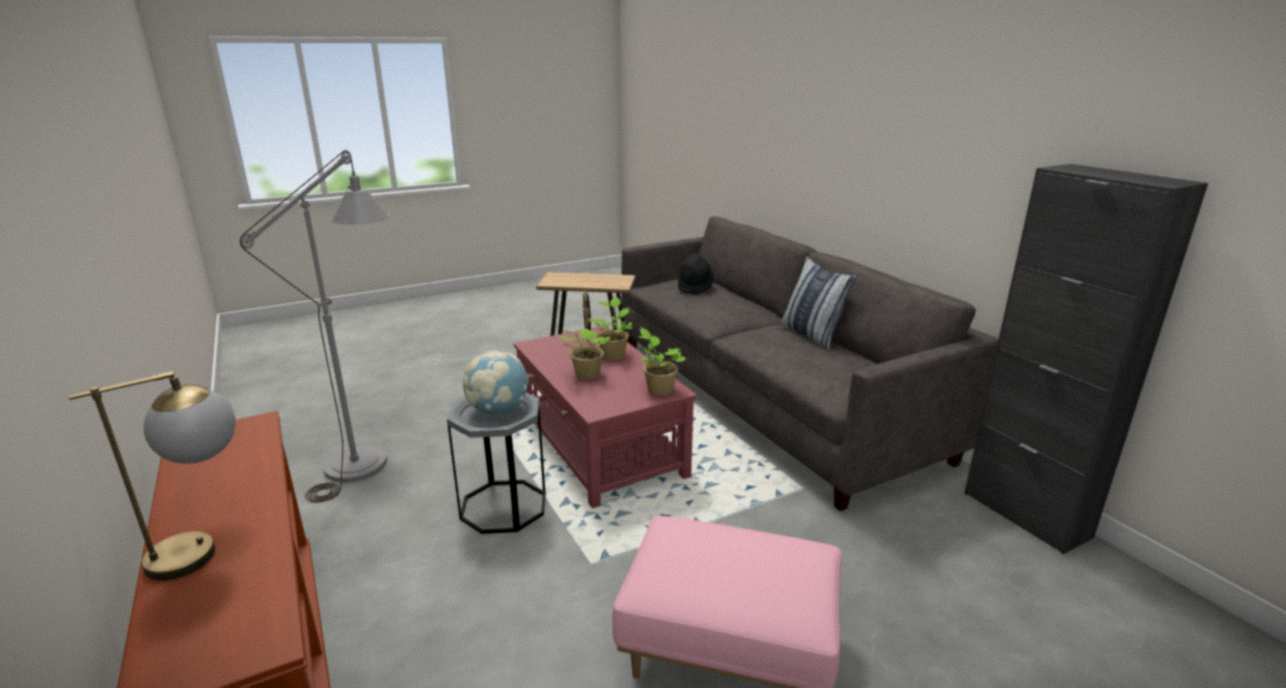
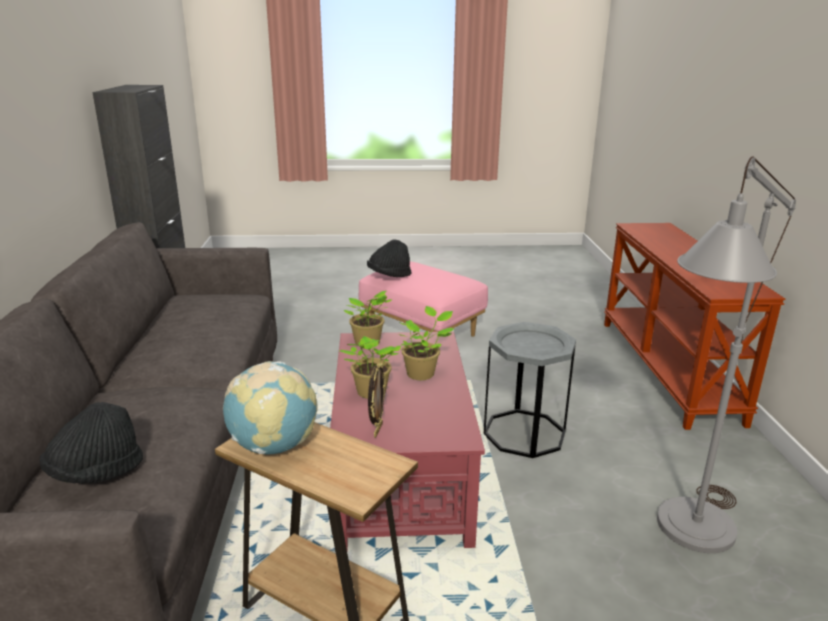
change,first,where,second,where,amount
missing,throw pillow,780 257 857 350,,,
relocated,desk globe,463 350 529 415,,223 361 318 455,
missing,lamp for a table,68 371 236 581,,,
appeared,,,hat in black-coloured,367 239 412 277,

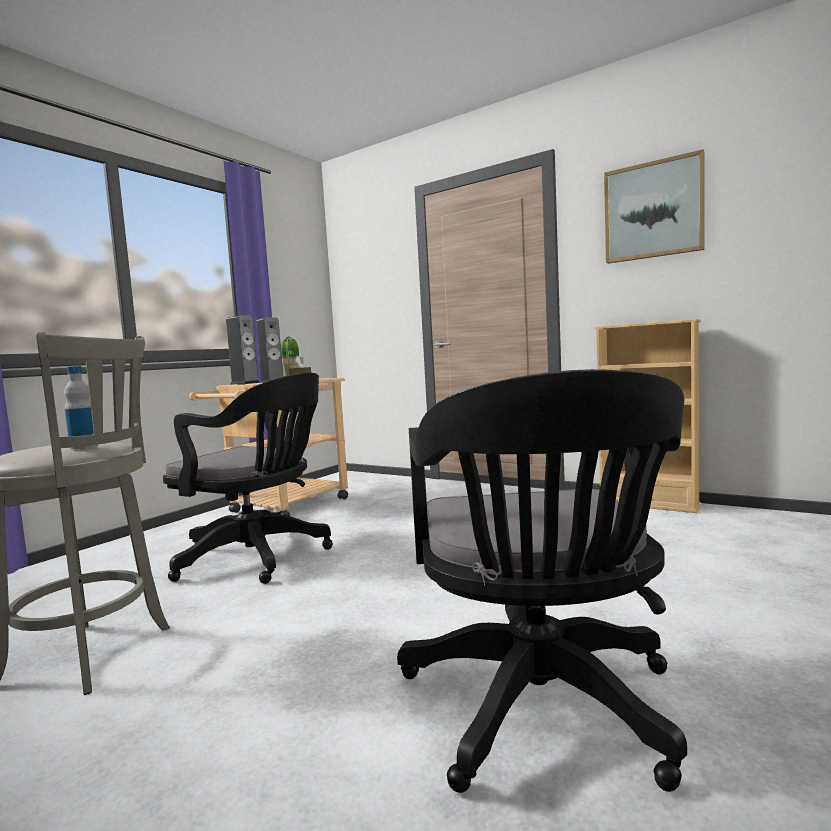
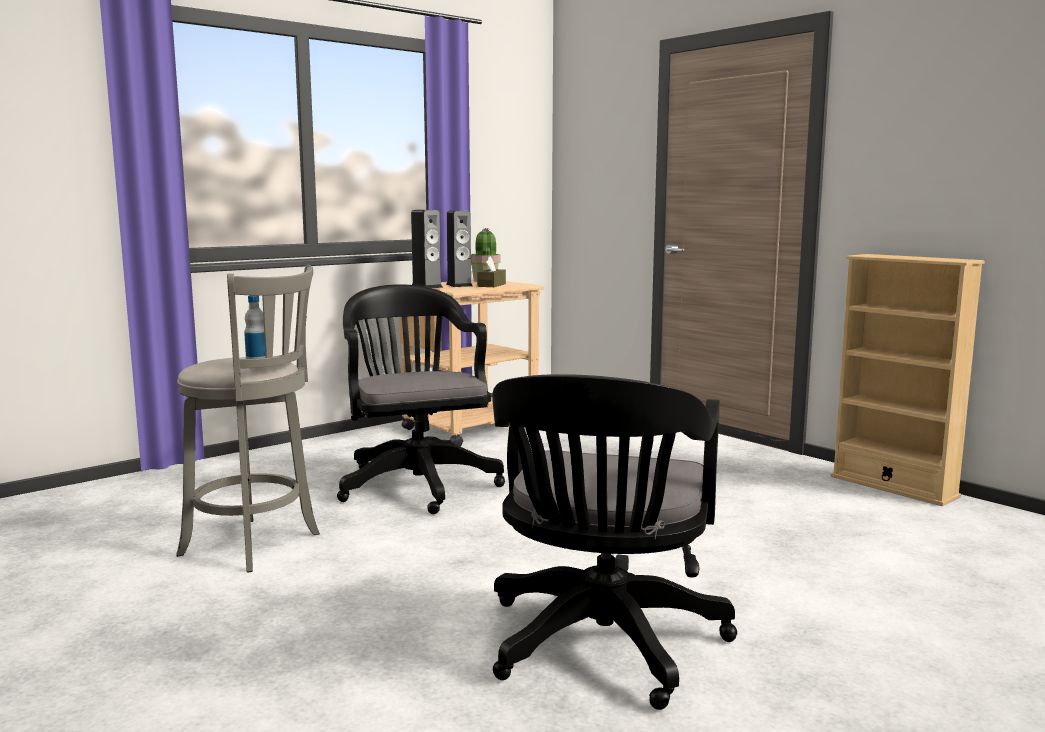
change,first,where,second,where,amount
missing,wall art,604 149 705 264,,,
spun,desk chair in black-coloured,163 373 333 584,,337 284 505 514,150 degrees counterclockwise

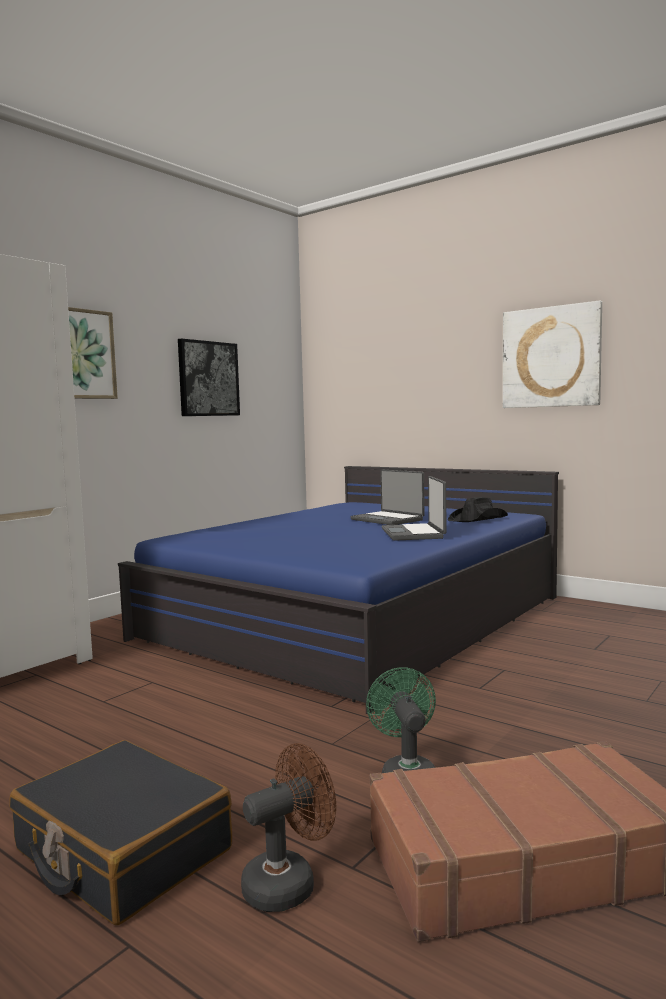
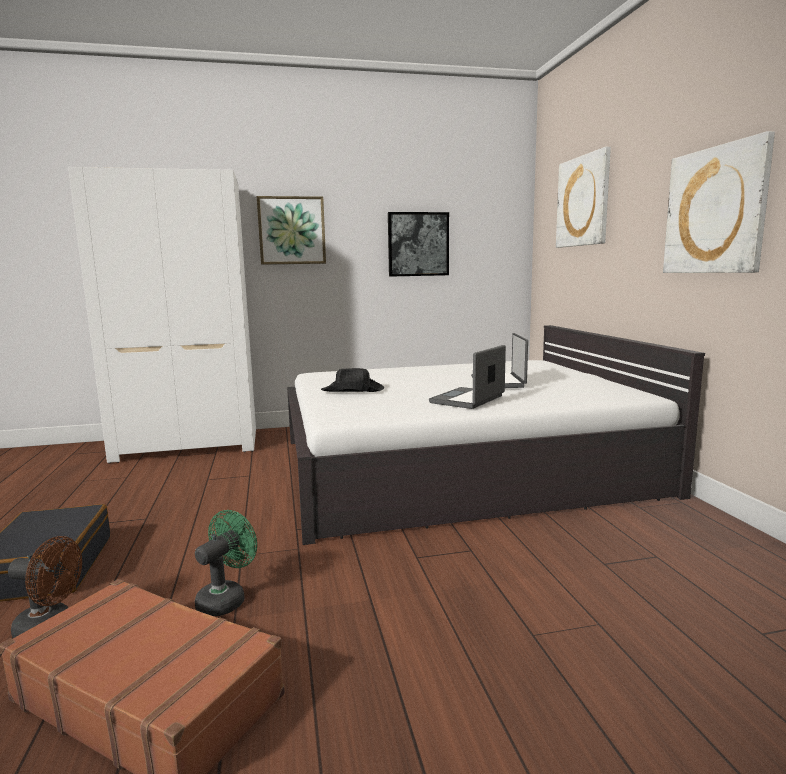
change,first,where,second,where,amount
colour,bed in blue,118 466 559 714,bed in white-coloured,287 325 705 545,
relocated,hat in black-coloured,448 497 508 522,,321 368 384 392,
appeared,,,wall art,556 147 611 248,

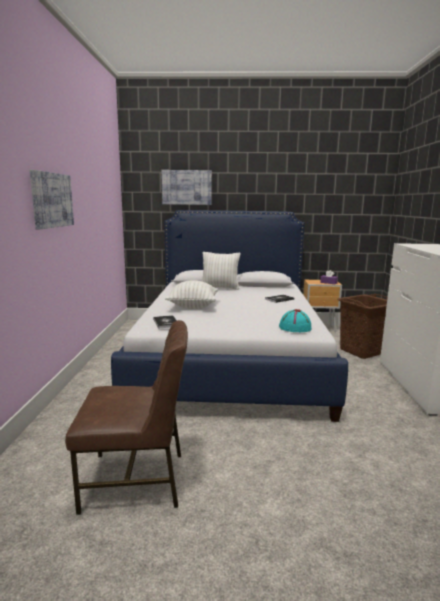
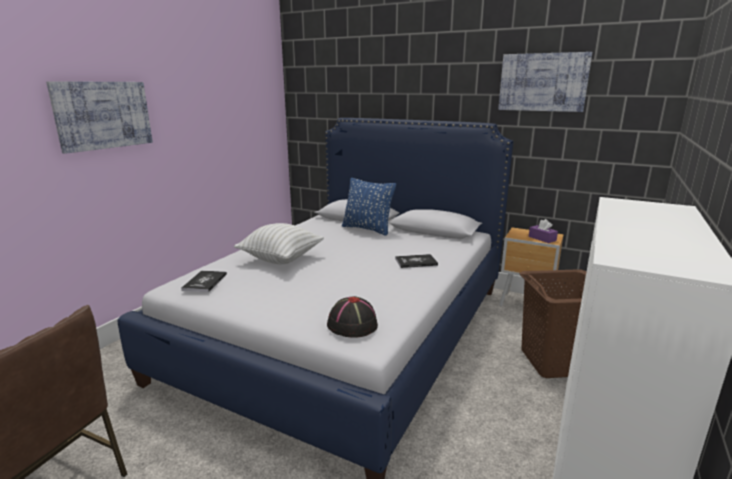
change,first,where,second,where,amount
relocated,wall art,161 170 212 205,,498 52 592 112,
colour,throw pillow in white-coloured,202 252 240 290,throw pillow in blue,342 178 396 236,
colour,hat in turquoise-coloured,279 309 312 332,hat in black-coloured,327 296 378 338,

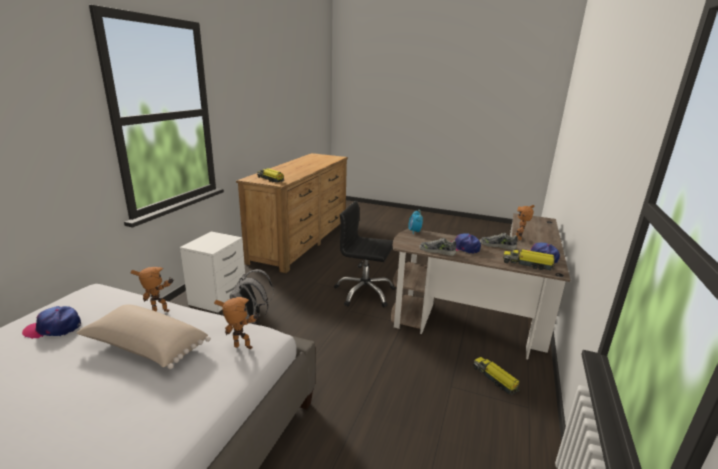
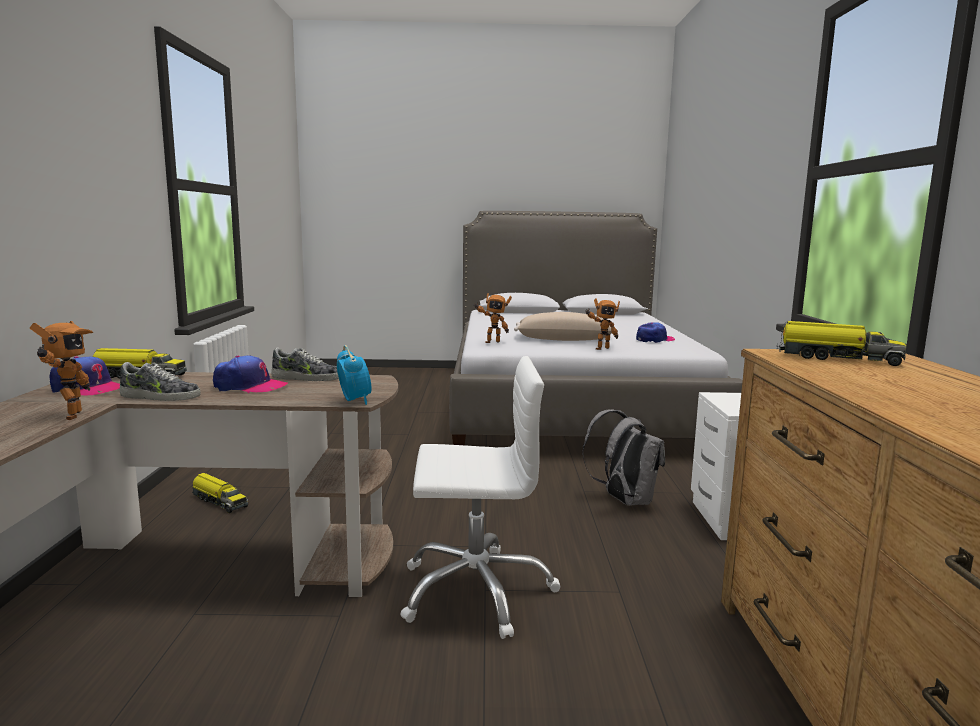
change,first,where,second,where,amount
colour,desk chair in black-coloured,334 201 396 307,desk chair in white-coloured,401 356 561 639,

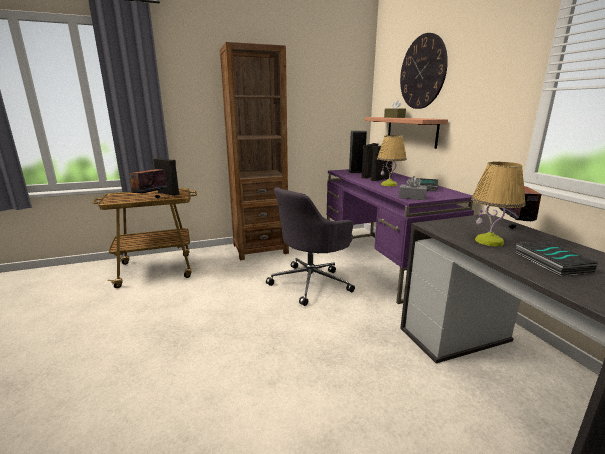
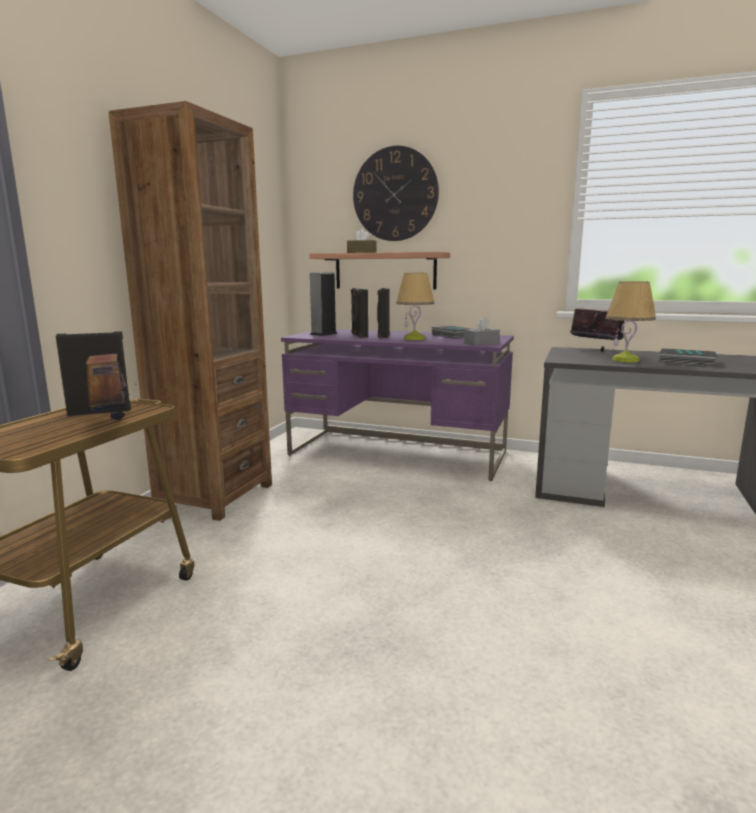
change,first,where,second,where,amount
missing,desk chair in greyish,266 187 355 306,,,

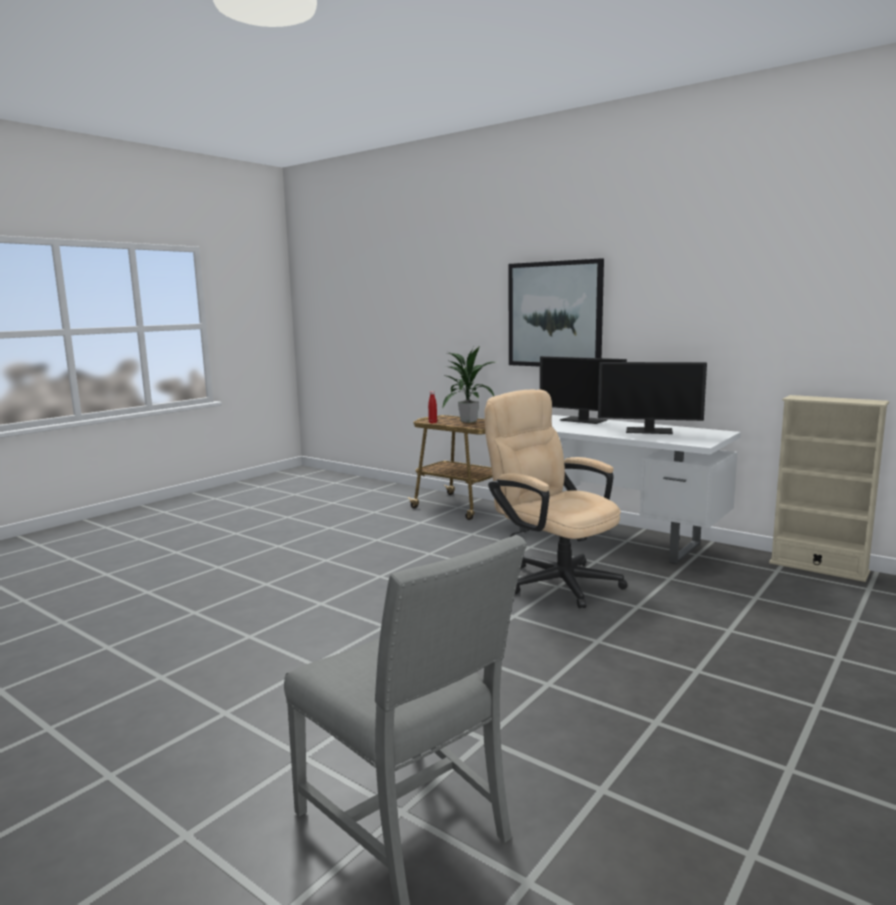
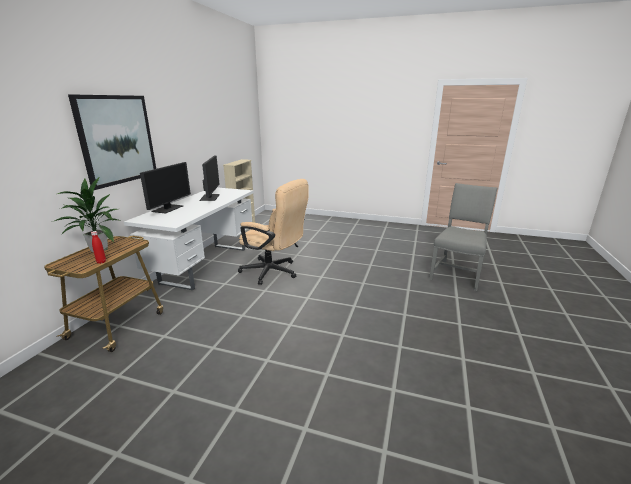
change,first,where,second,where,amount
spun,desk chair in sand-coloured,485 389 627 608,,238 179 309 285,90 degrees counterclockwise

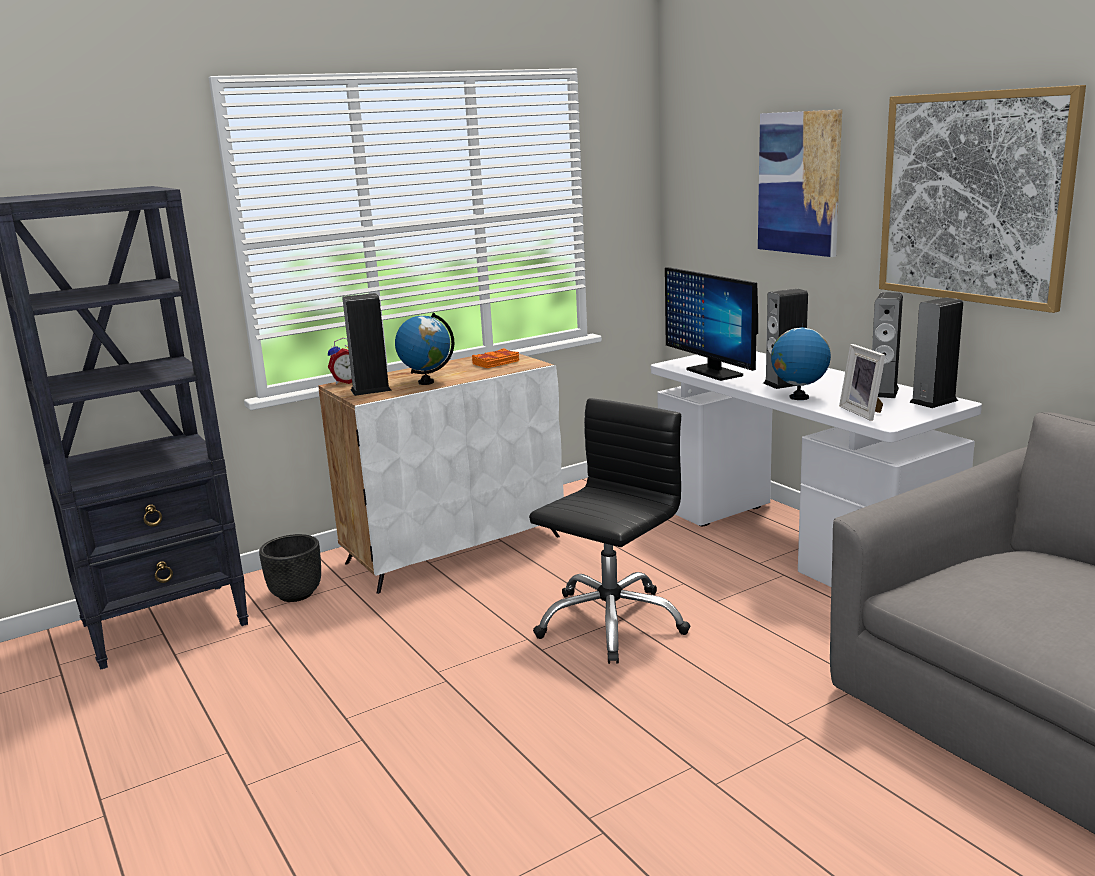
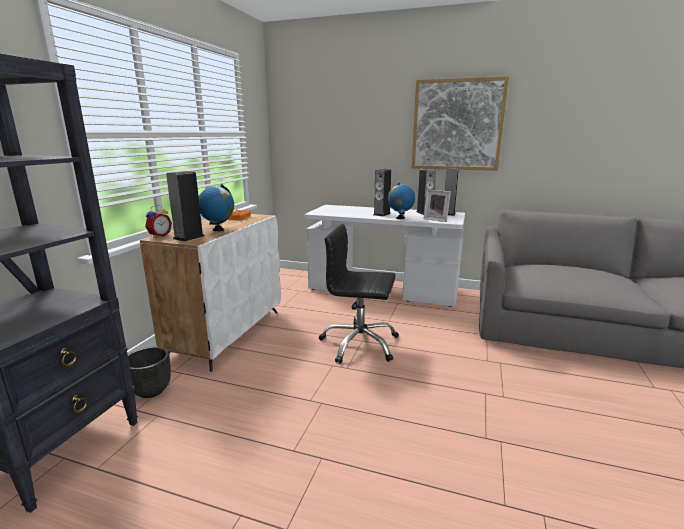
change,first,where,second,where,amount
missing,wall art,758 109 842 257,,,
missing,computer screen,665 267 758 381,,,
spun,desk chair in black-coloured,529 398 690 664,,319 224 399 364,75 degrees counterclockwise

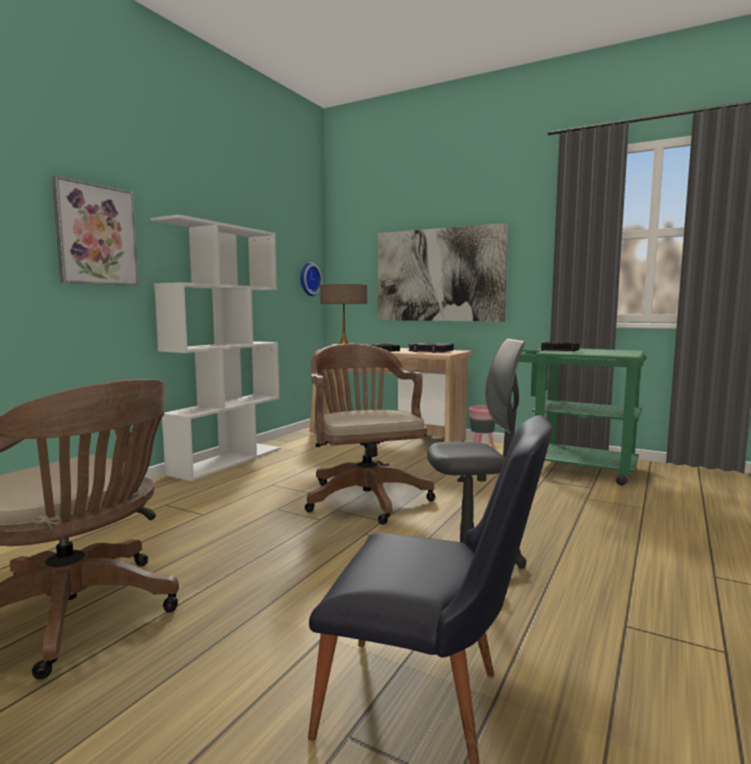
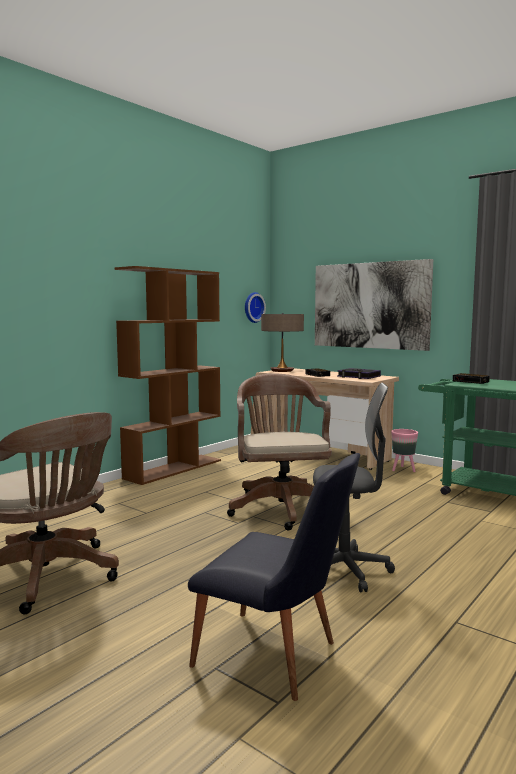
change,first,where,second,where,amount
missing,wall art,52 176 138 286,,,
colour,bookshelf in white-coloured,151 215 281 481,bookshelf in brown-coloured,114 266 221 485,

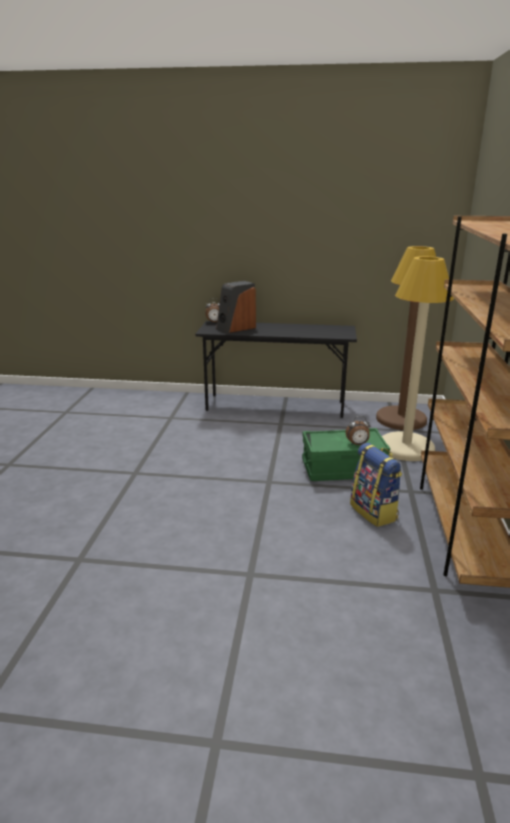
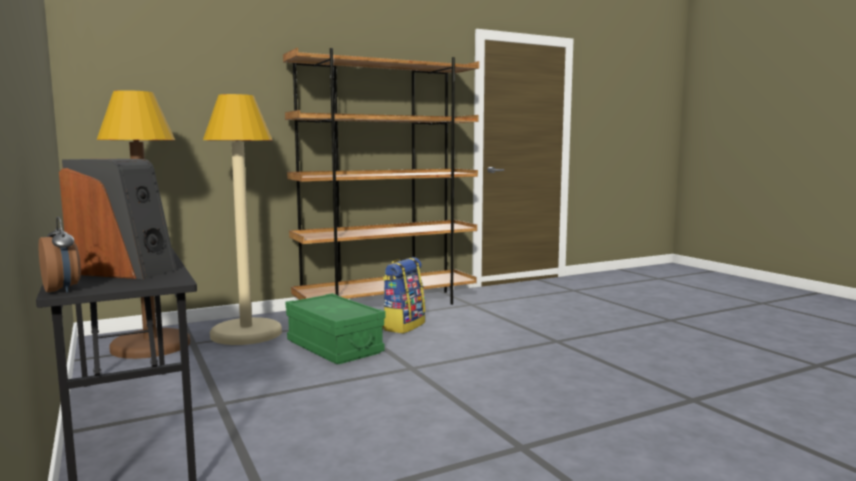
change,first,where,second,where,amount
missing,table clock,346 416 370 445,,,

